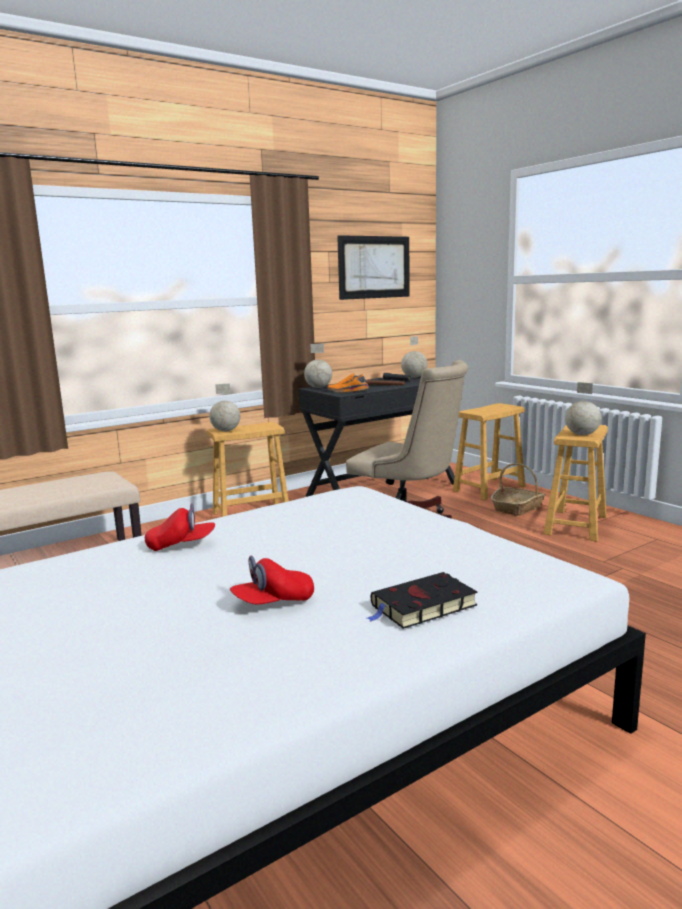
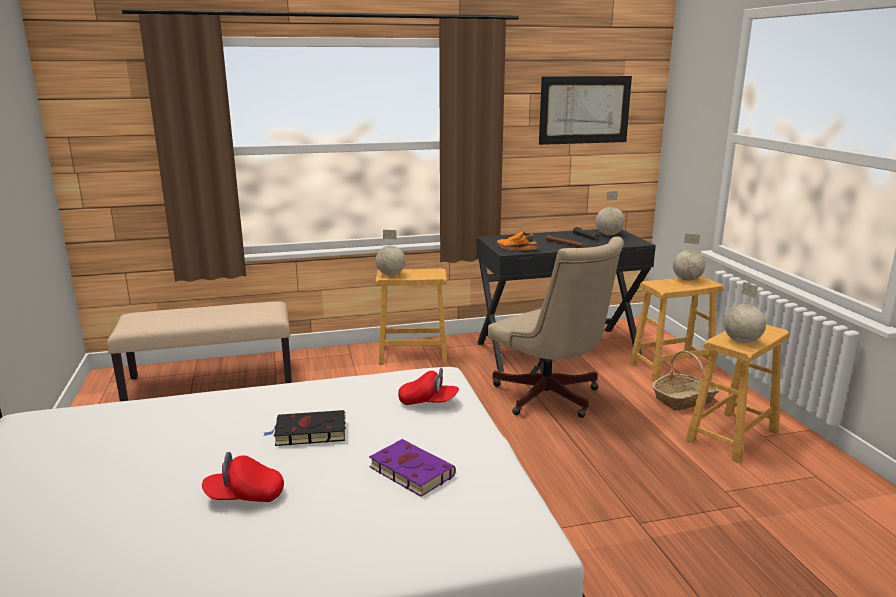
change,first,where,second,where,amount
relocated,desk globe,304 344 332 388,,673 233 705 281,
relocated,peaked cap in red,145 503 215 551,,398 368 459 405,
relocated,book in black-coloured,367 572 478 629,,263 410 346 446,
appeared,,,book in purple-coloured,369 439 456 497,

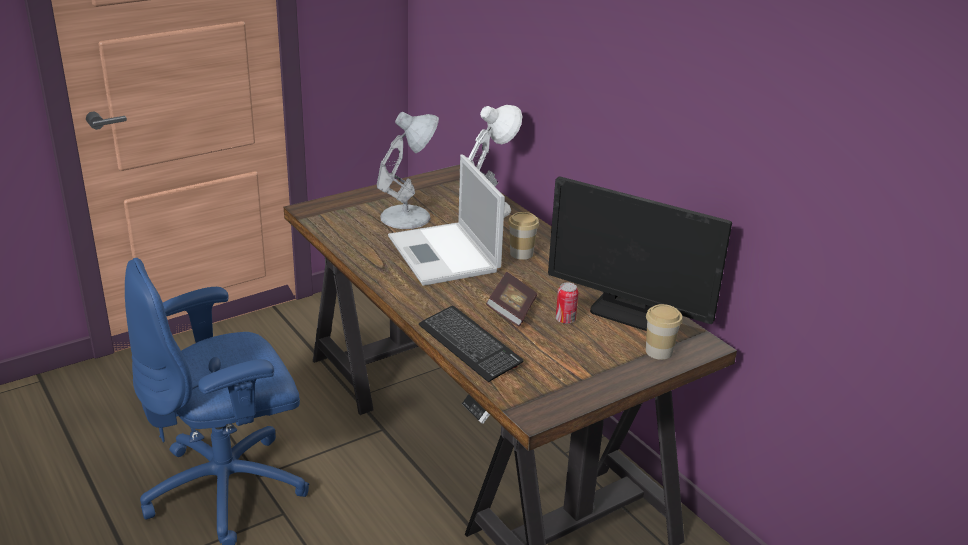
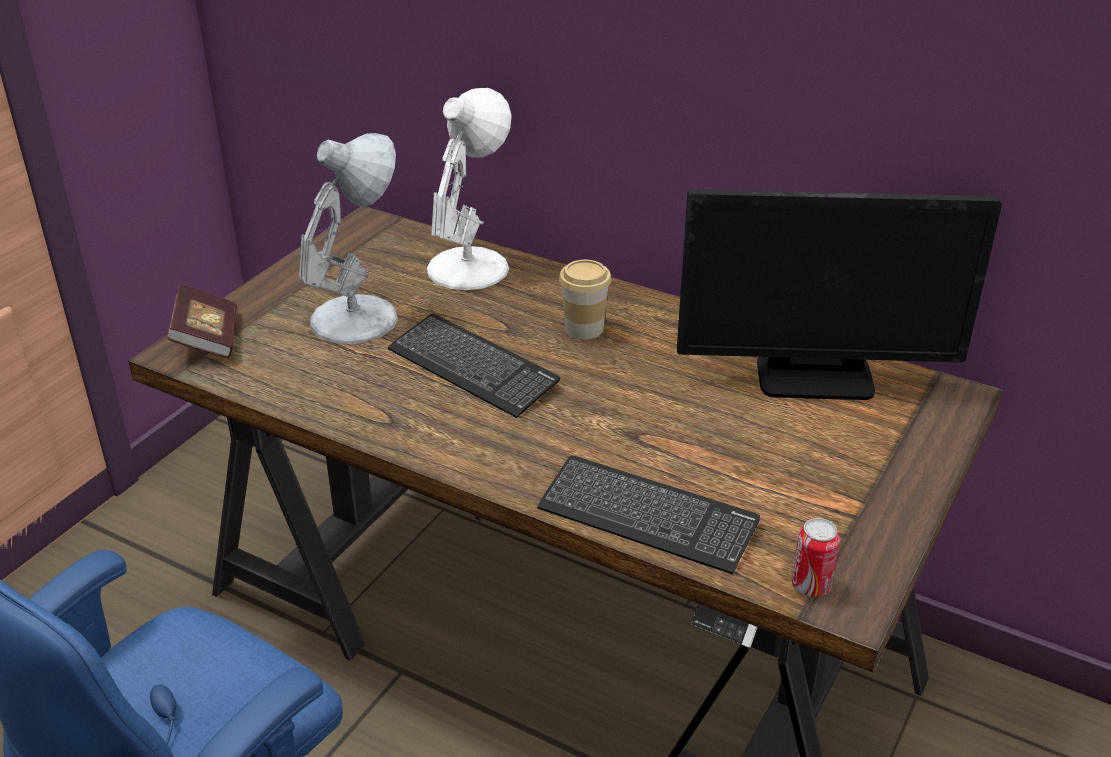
change,first,where,second,where,amount
exchanged,portable computer,388 155 505 286,keyboard,388 314 560 418,
relocated,book,486 271 537 327,,168 283 237 358,
relocated,sealed can,556 282 579 324,,792 518 840 597,
missing,drinking cup,646 304 683 360,,,

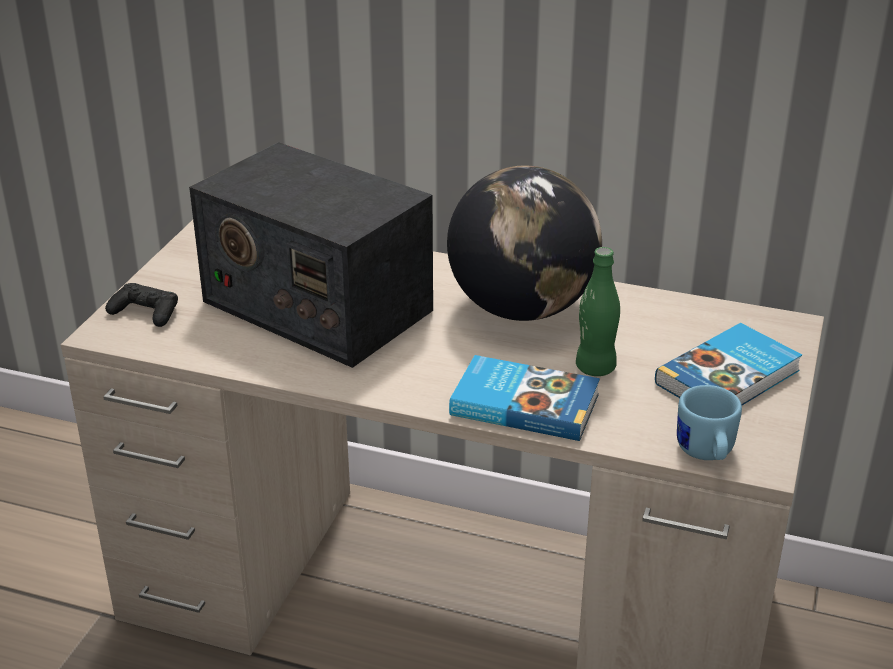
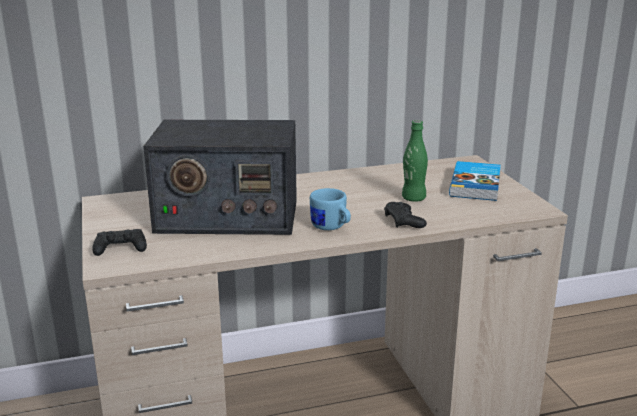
change,first,where,second,where,amount
missing,desk globe,447 166 602 321,,,
exchanged,book,449 355 600 441,joypad in black-coloured,384 202 427 228,
relocated,coffee mug in blue,677 385 742 460,,310 188 351 230,

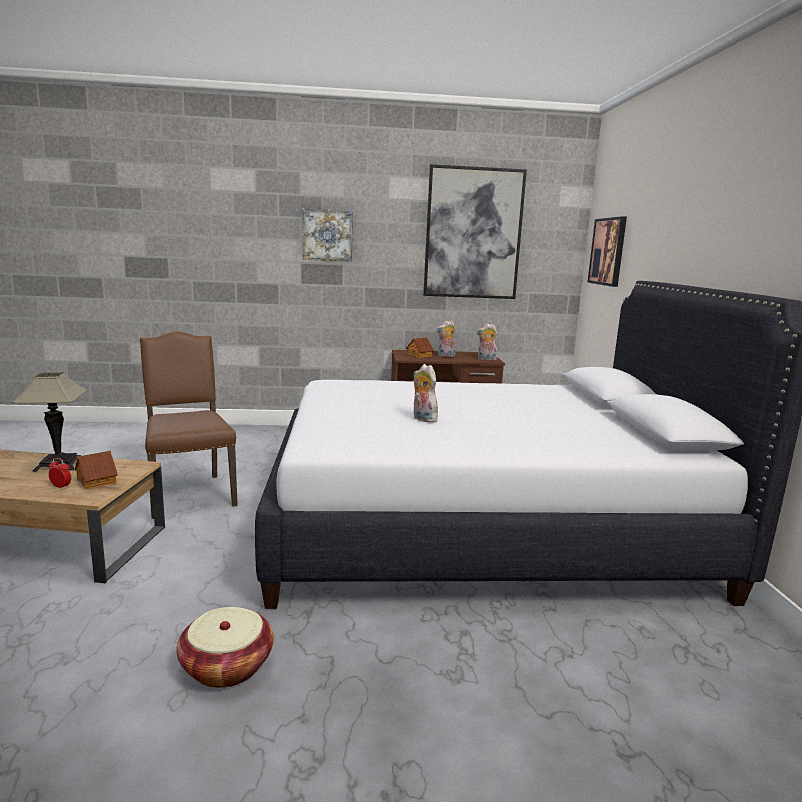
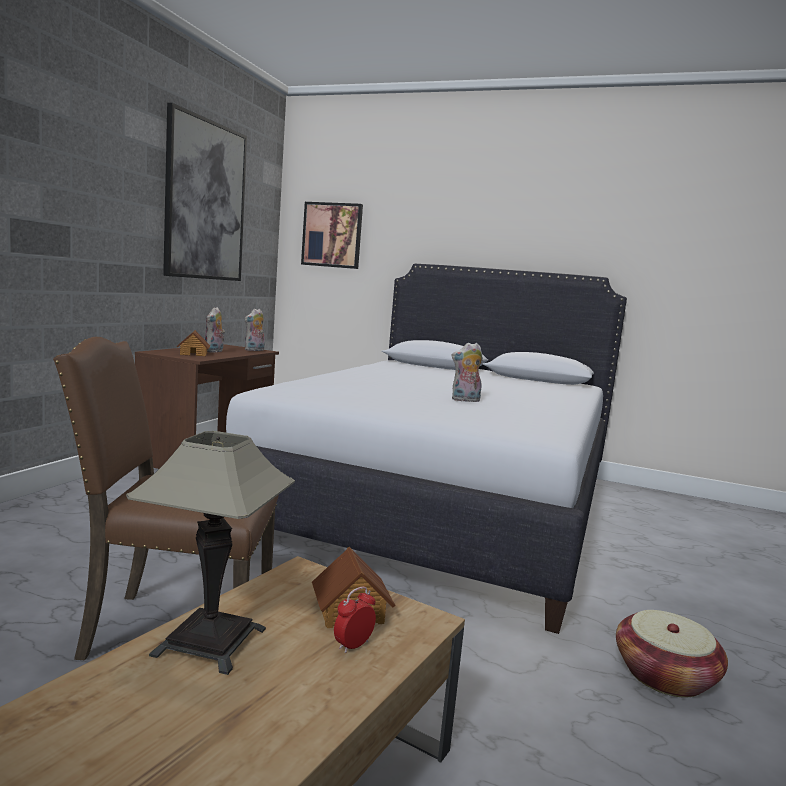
change,first,where,second,where,amount
missing,wall art,303 208 353 262,,,

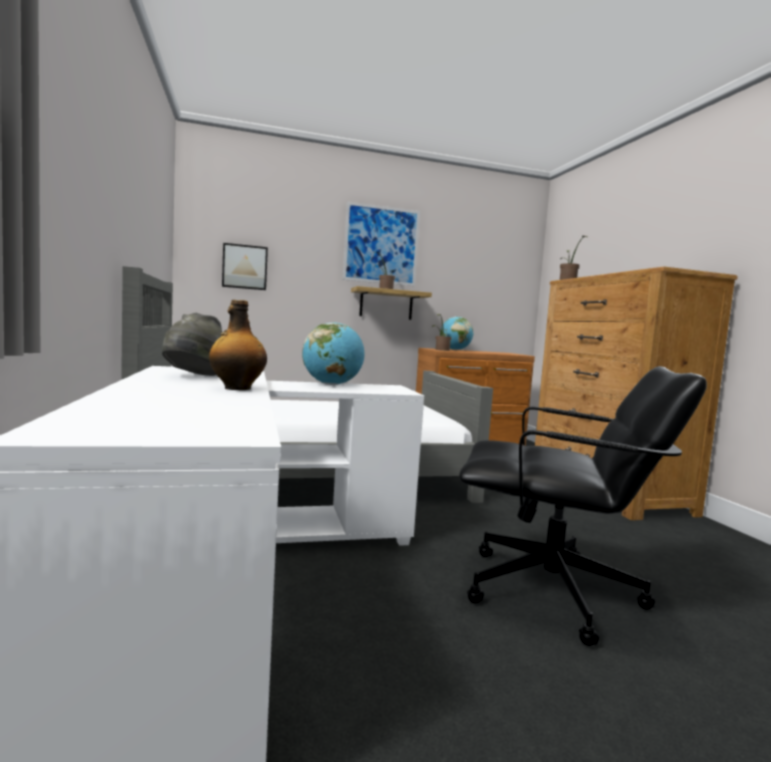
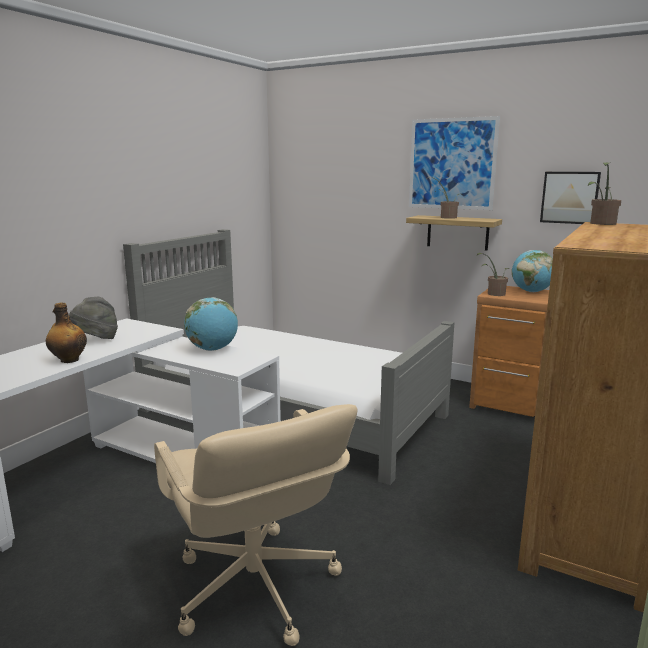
change,first,where,second,where,amount
relocated,wall art,222 243 268 290,,540 172 601 224,
colour,desk chair in black-coloured,459 366 707 646,desk chair in sand-coloured,154 404 358 646,

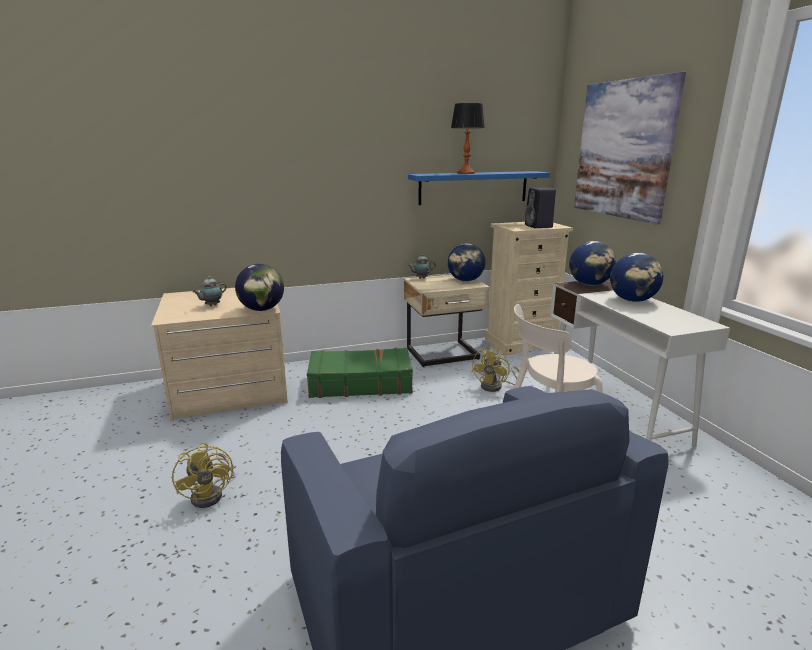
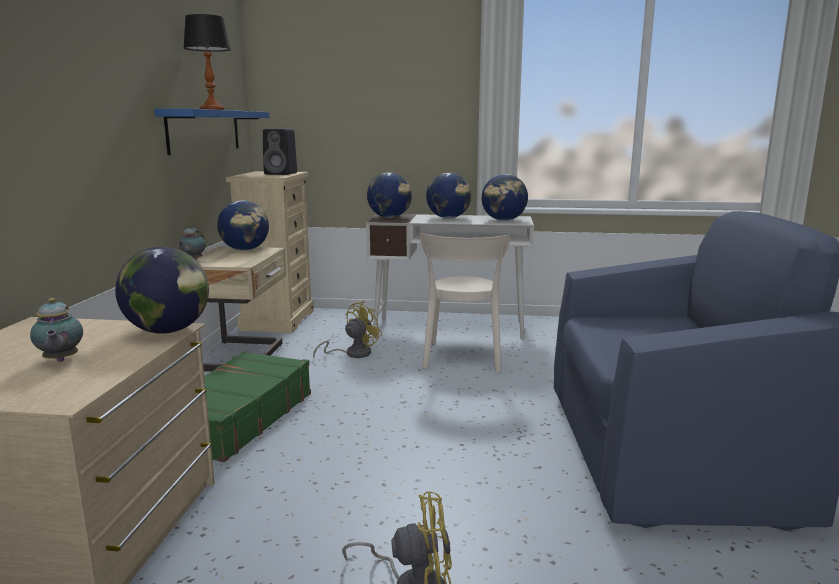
change,first,where,second,where,amount
missing,wall art,574 72 686 225,,,
spun,fan in yellowish,471 347 519 392,,313 301 382 358,105 degrees counterclockwise
appeared,,,desk globe,482 174 528 221,

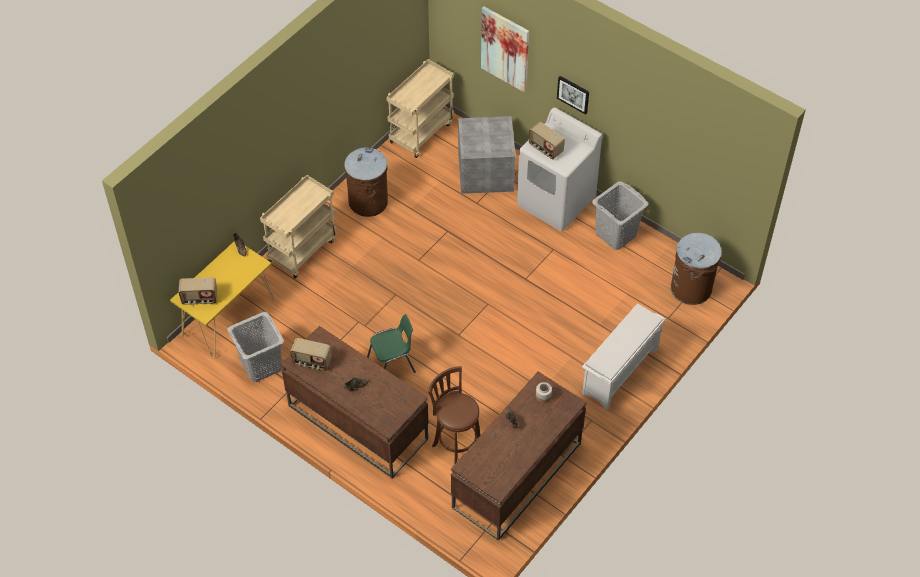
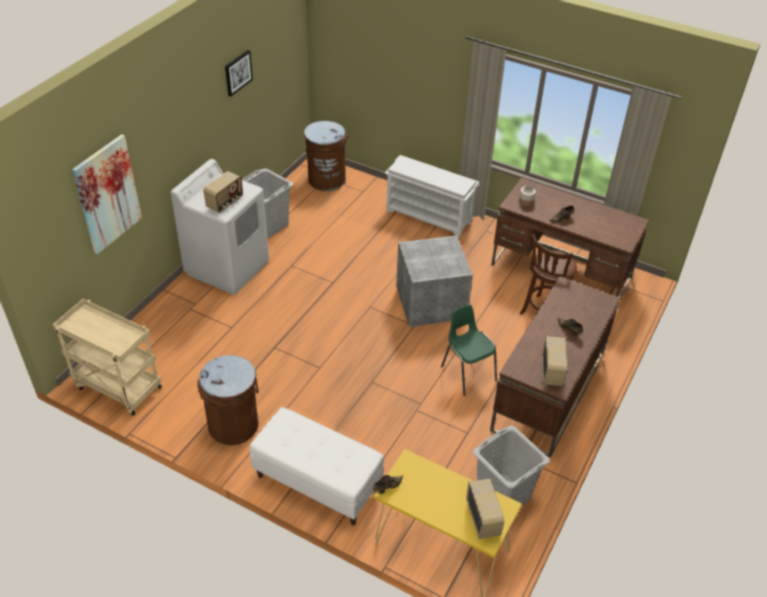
change,first,where,second,where,amount
relocated,wall art,557 76 589 115,,225 50 253 97,
relocated,storage box in greyish,458 116 516 194,,396 235 473 327,
exchanged,cart in sand-coloured,260 175 337 279,bench in white-coloured,250 407 384 526,

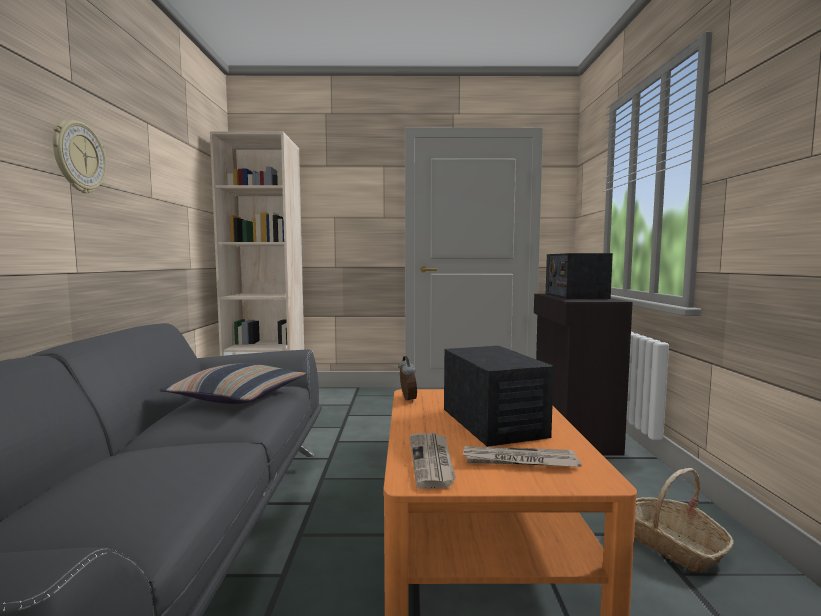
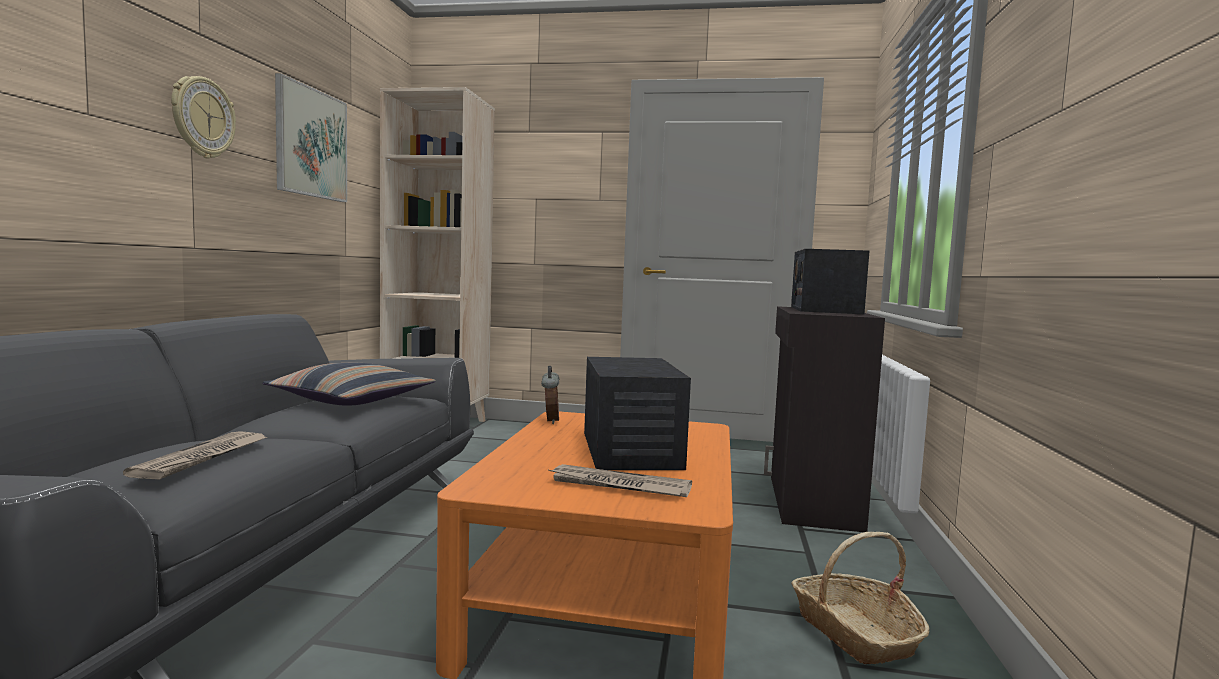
change,first,where,second,where,amount
relocated,daily paper,409 433 456 489,,123 431 267 479,
appeared,,,wall art,275 73 347 202,

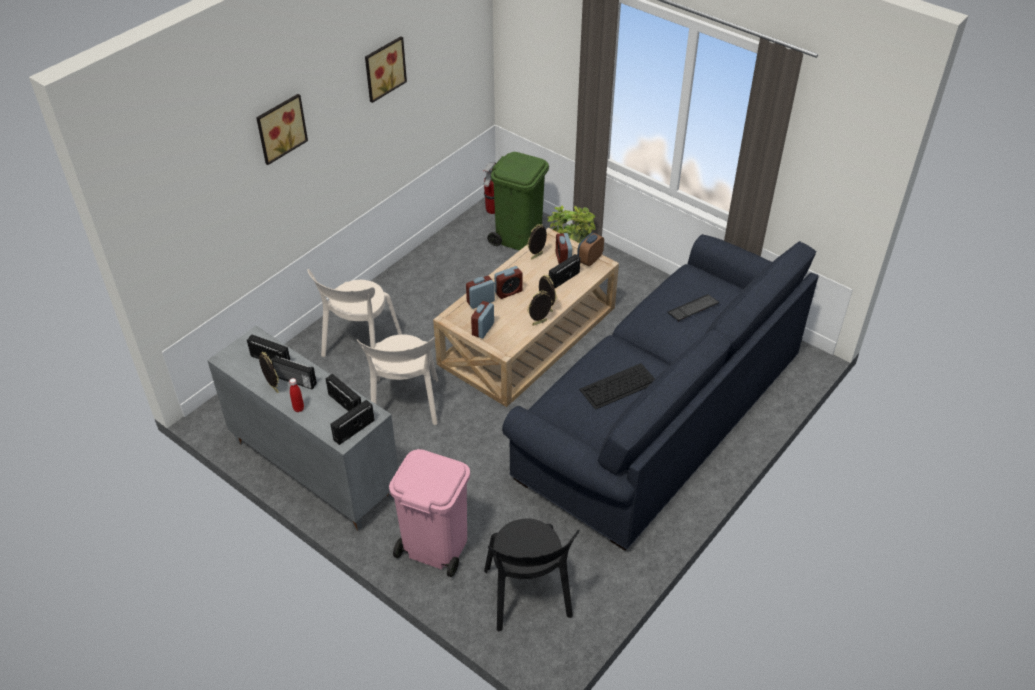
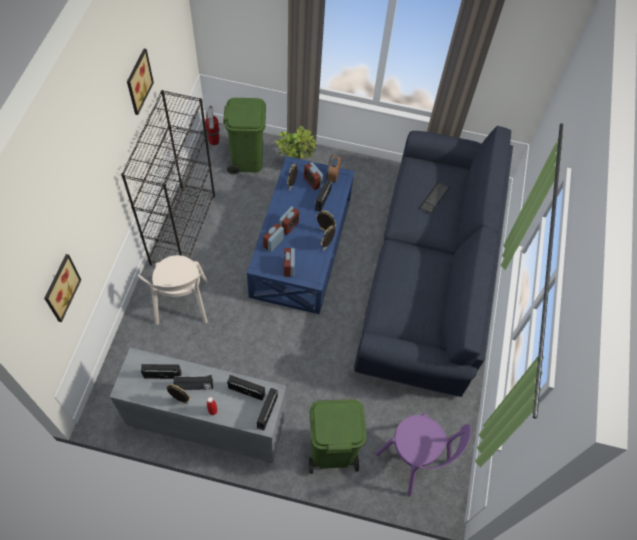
change,first,where,second,where,amount
relocated,wall art,256 94 308 165,,44 254 81 322,
colour,low table in sand-coloured,433 228 619 407,low table in blue,247 156 354 314,
missing,plain chair in sand-coloured,356 335 438 425,,,
missing,keyboard,579 363 655 410,,,
colour,rubbish bin in pink,389 449 470 577,rubbish bin in green,309 399 367 474,
colour,plain chair in black-coloured,484 519 579 631,plain chair in purple-coloured,376 413 471 497,
appeared,,,bookshelf in black-coloured,121 90 215 265,

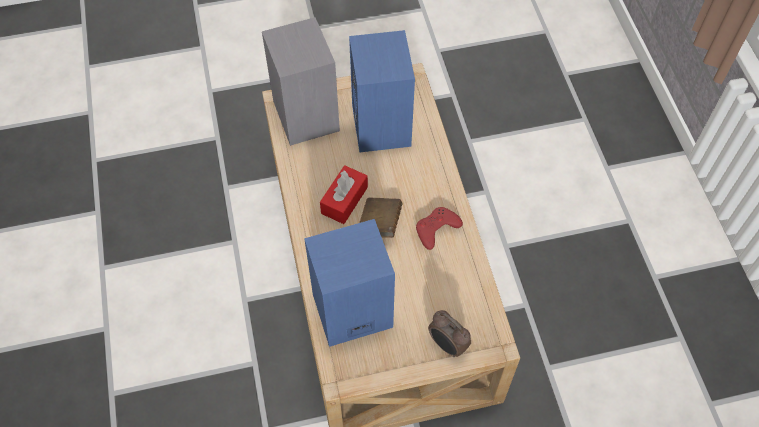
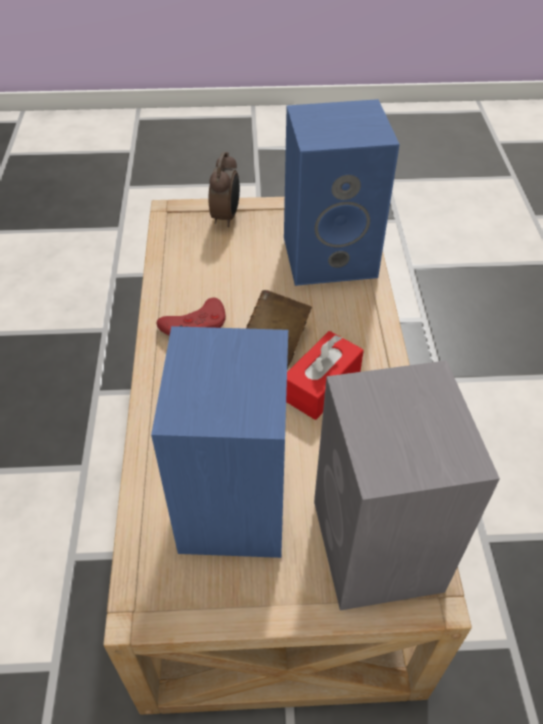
change,first,where,second,where,amount
spun,table clock,428 310 471 357,,209 152 240 227,45 degrees clockwise

